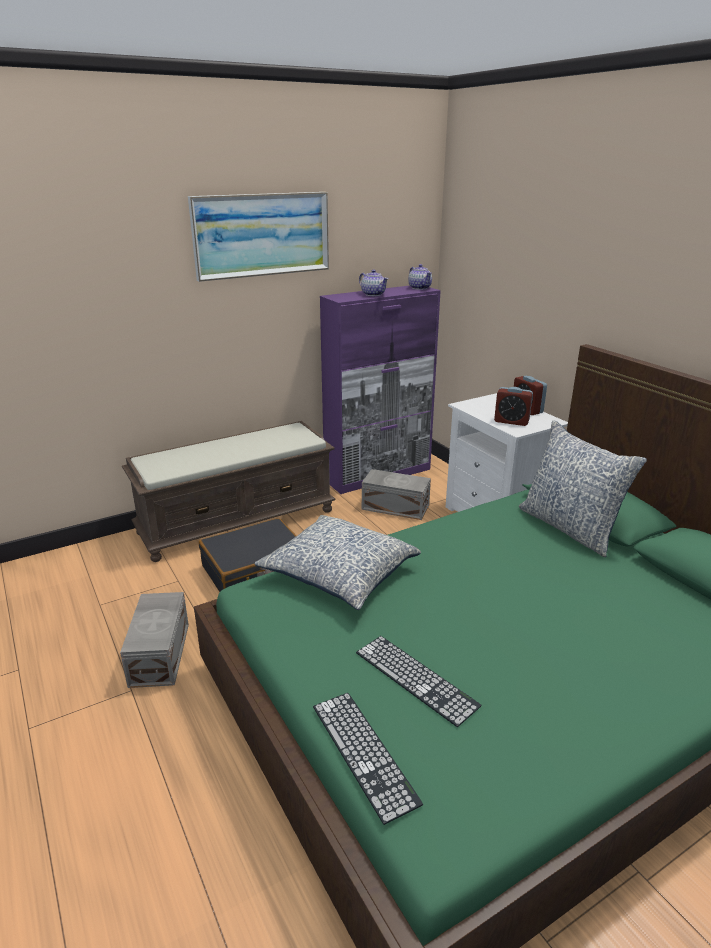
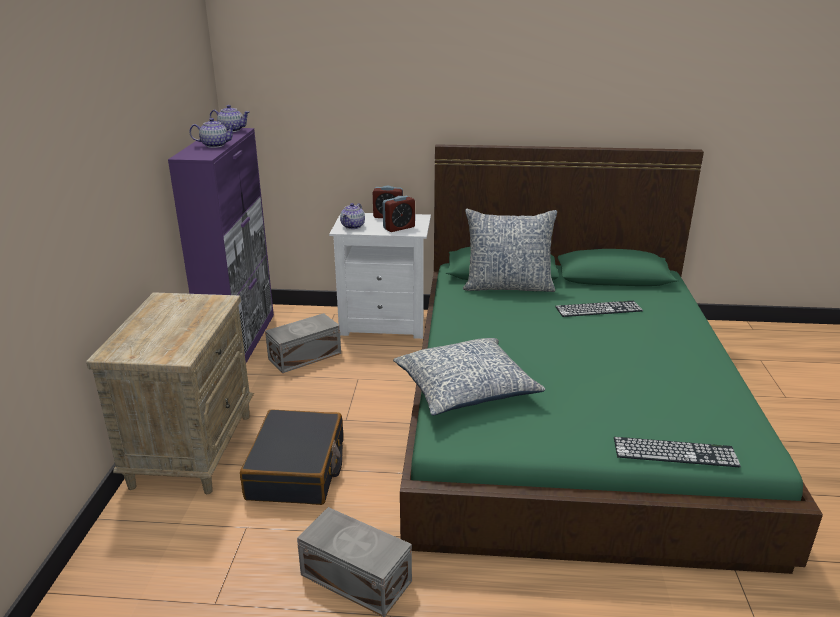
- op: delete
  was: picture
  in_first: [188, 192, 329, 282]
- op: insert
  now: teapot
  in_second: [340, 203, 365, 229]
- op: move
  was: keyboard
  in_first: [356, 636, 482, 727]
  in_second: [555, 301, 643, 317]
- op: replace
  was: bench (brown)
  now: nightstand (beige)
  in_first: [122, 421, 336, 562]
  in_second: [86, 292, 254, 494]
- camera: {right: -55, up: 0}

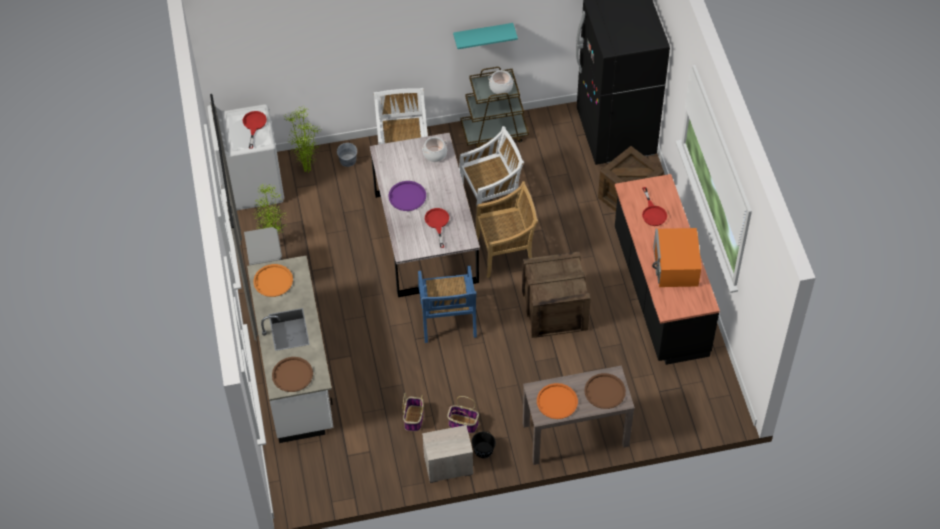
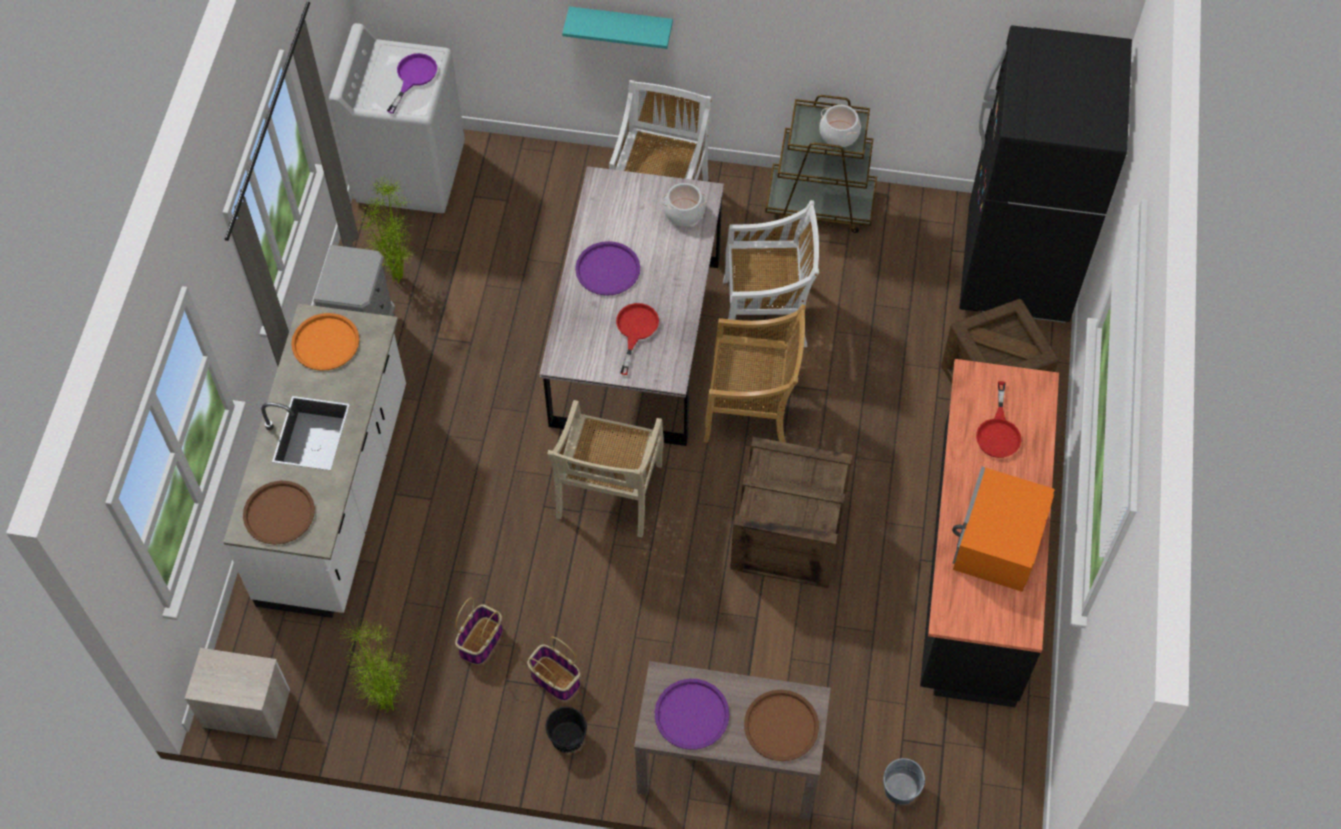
- op: move
  was: potted plant
  in_first: [287, 105, 322, 173]
  in_second: [340, 617, 411, 714]
- op: move
  was: bucket (grey)
  in_first: [337, 143, 357, 167]
  in_second: [883, 758, 925, 805]
- op: move
  was: nightstand
  in_first: [422, 425, 473, 483]
  in_second: [185, 648, 290, 740]
- op: move
  was: shelf (turquoise)
  in_first: [453, 23, 518, 49]
  in_second: [562, 6, 673, 49]
- op: recolor
  was: frying pan (red)
  now: frying pan (purple)
  in_first: [243, 111, 267, 149]
  in_second: [387, 53, 437, 114]
- op: recolor
  was: chair (blue)
  now: chair (beige)
  in_first: [418, 266, 477, 343]
  in_second: [547, 400, 664, 537]
- op: recolor
  was: tray (orange)
  now: tray (purple)
  in_first: [537, 383, 578, 419]
  in_second: [655, 679, 729, 750]
- camera: {right: 20, up: 5}

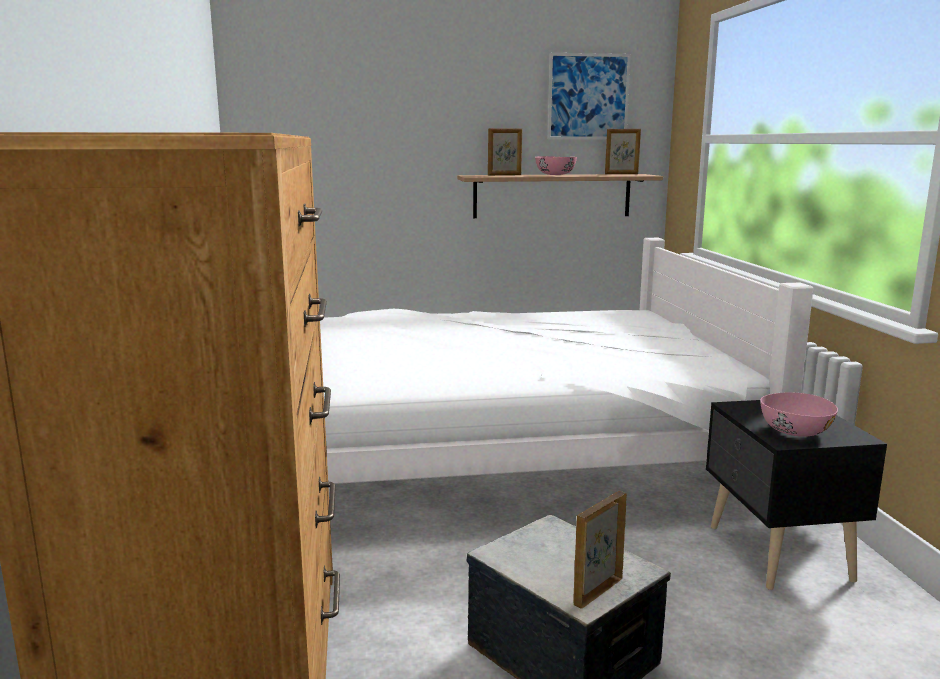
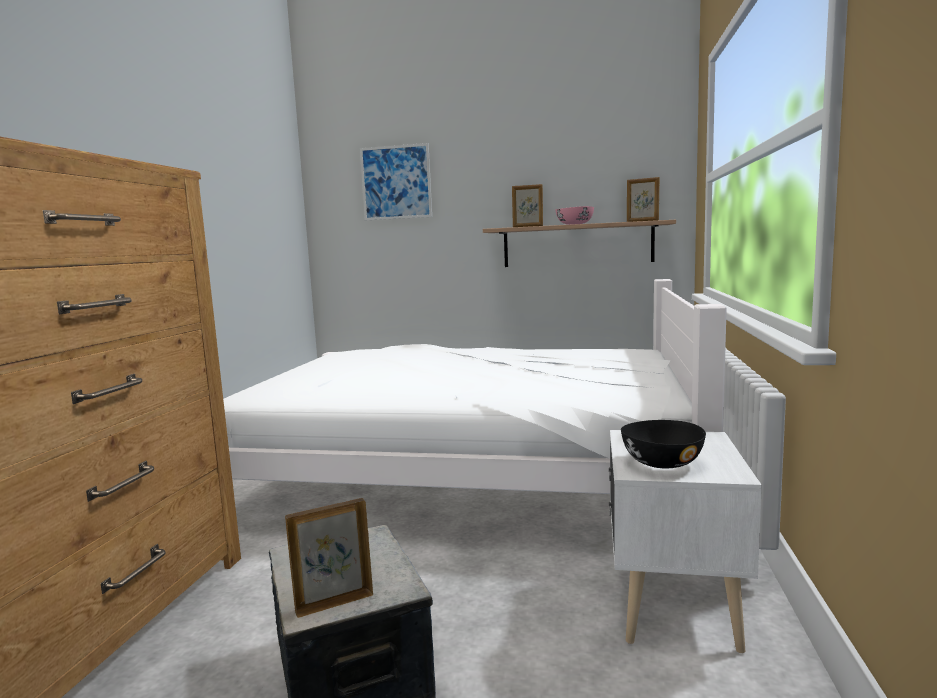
- op: move
  was: picture
  in_first: [548, 53, 631, 139]
  in_second: [360, 143, 432, 220]
- op: recolor
  was: nightstand (black)
  now: nightstand (white)
  in_first: [706, 400, 887, 590]
  in_second: [609, 430, 762, 653]
- op: recolor
  was: bowl (pink)
  now: bowl (black)
  in_first: [760, 392, 838, 437]
  in_second: [621, 420, 706, 468]
- camera: {right: 20, up: -5}

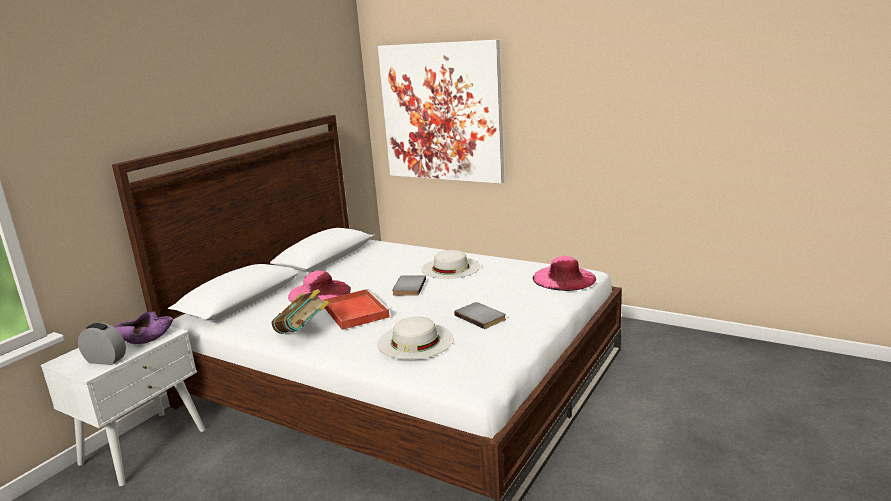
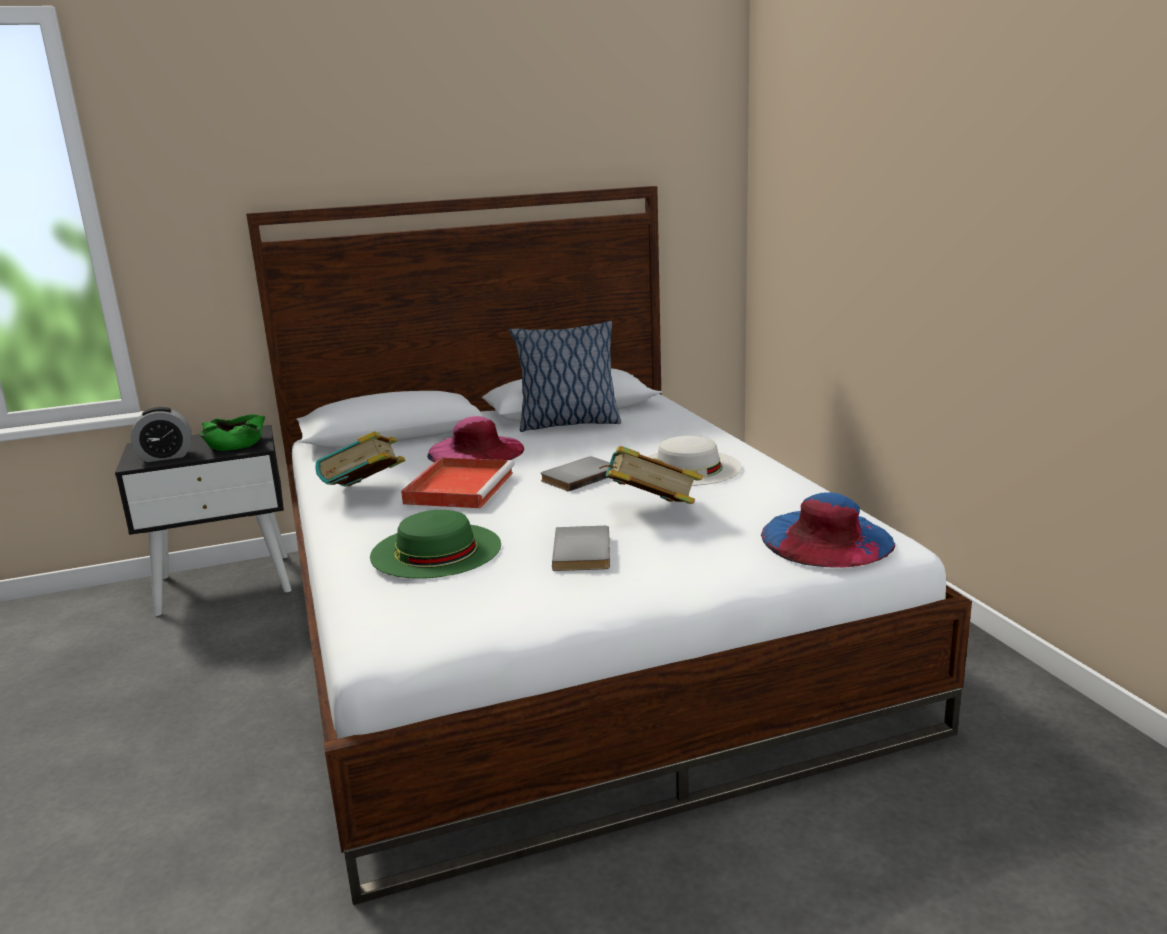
- op: delete
  was: picture
  in_first: [378, 40, 504, 184]
- op: insert
  now: pillow
  in_second: [509, 321, 621, 432]
- op: insert
  now: book
  in_second: [599, 446, 703, 504]
- op: recolor
  was: nightstand (white)
  now: nightstand (black)
  in_first: [41, 326, 206, 486]
  in_second: [115, 425, 291, 616]
- op: recolor
  was: bowl (purple)
  now: bowl (green)
  in_first: [114, 311, 173, 344]
  in_second: [200, 414, 265, 451]
- op: recolor
  was: hat (white)
  now: hat (green)
  in_first: [377, 317, 454, 360]
  in_second: [370, 510, 501, 579]
- op: recolor
  was: hat (pink)
  now: hat (blue)
  in_first: [533, 256, 596, 291]
  in_second: [761, 492, 895, 568]
- op: rotate
  was: alarm clock
  in_first: [78, 323, 126, 365]
  in_second: [131, 407, 192, 462]
  clockwise: 105
- camera: {right: 40, up: 0}

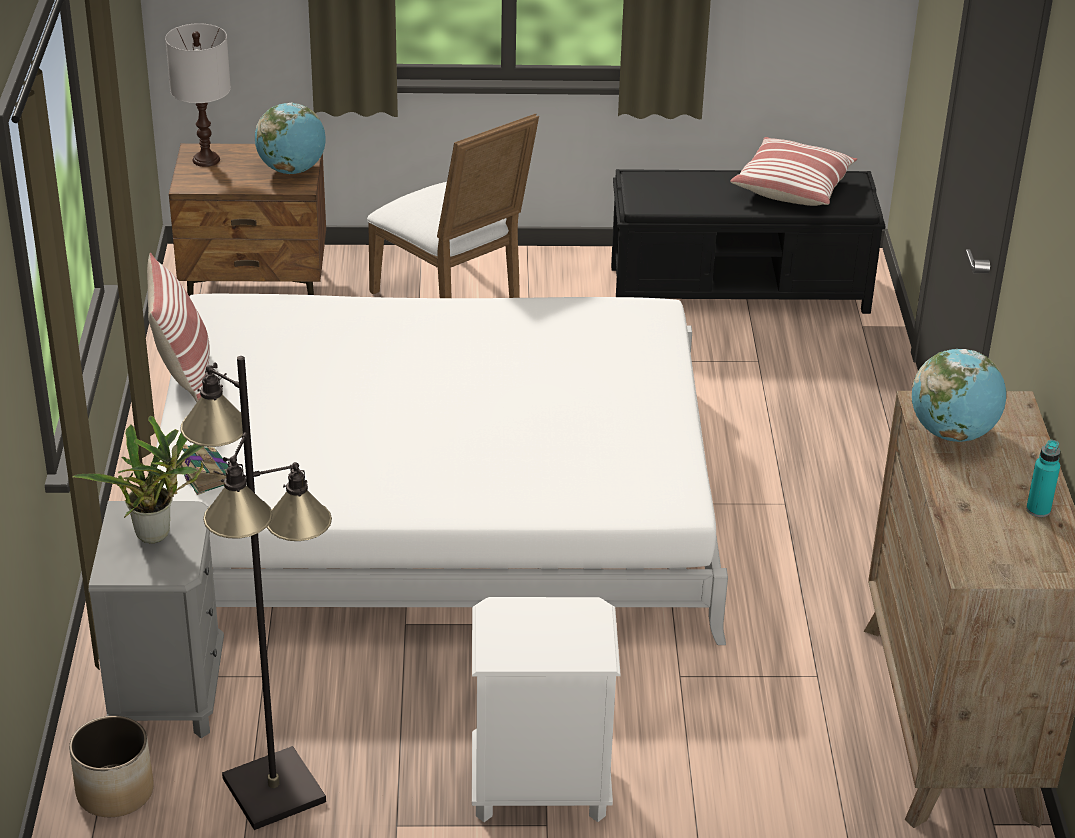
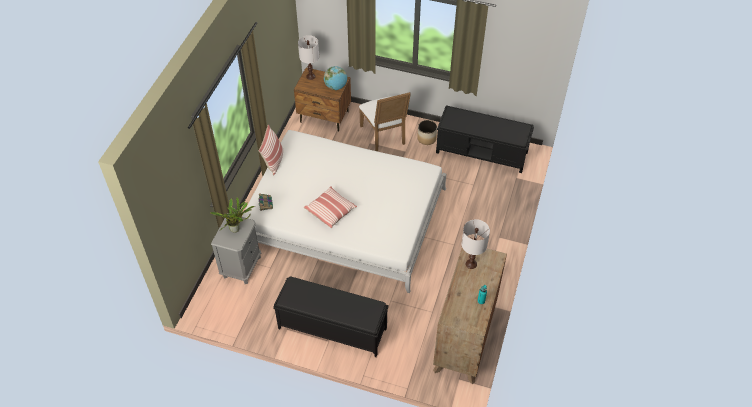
- op: delete
  was: floor lamp (black)
  in_first: [180, 356, 332, 830]
- op: move
  was: planter
  in_first: [69, 716, 154, 817]
  in_second: [417, 120, 437, 145]
- op: move
  was: pillow
  in_first: [730, 137, 857, 206]
  in_second: [304, 186, 357, 228]
- op: replace
  was: nightstand (white)
  now: bench (black)
  in_first: [472, 597, 621, 822]
  in_second: [273, 277, 389, 357]
- op: replace
  was: globe
  now: table lamp (white)
  in_first: [912, 349, 1006, 442]
  in_second: [462, 219, 490, 269]
- camera: {right: 20, up: 15}

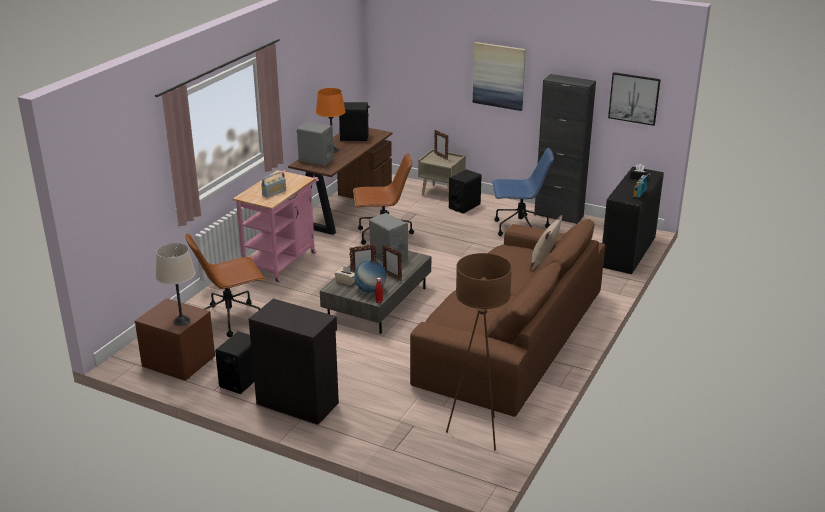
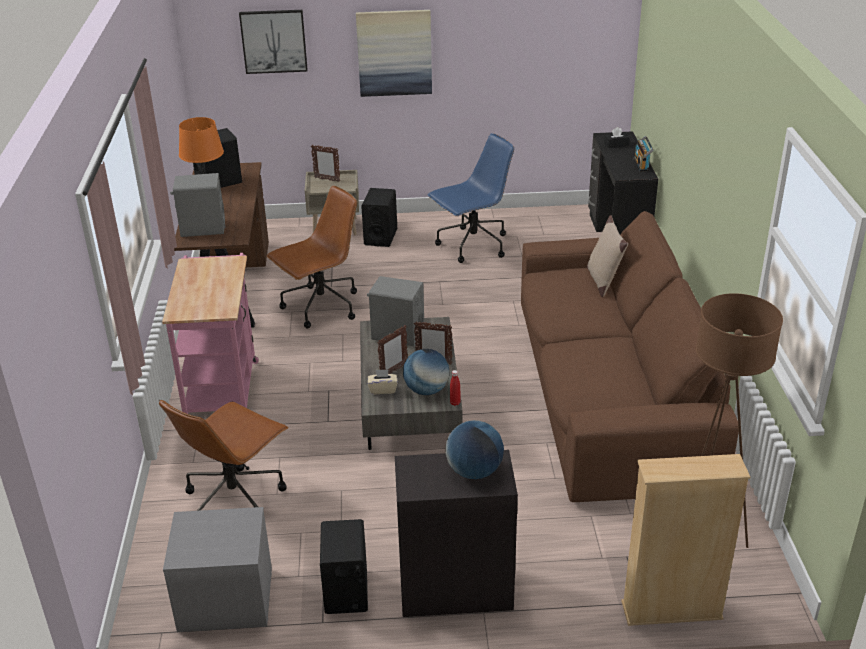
- op: delete
  was: table lamp (beige)
  in_first: [155, 243, 196, 326]
- op: delete
  was: radio
  in_first: [261, 172, 286, 198]
- op: delete
  was: cabinet (black)
  in_first: [534, 74, 596, 224]
- op: insert
  now: globe
  in_second: [445, 420, 504, 479]
- op: insert
  now: bookcase (beige)
  in_second: [621, 454, 750, 626]
- op: move
  was: picture
  in_first: [608, 72, 661, 126]
  in_second: [239, 10, 308, 74]
- op: recolor
  was: nightstand (brown)
  now: nightstand (grey)
  in_first: [135, 298, 215, 381]
  in_second: [163, 507, 272, 632]
- camera: {right: -30, up: 5}

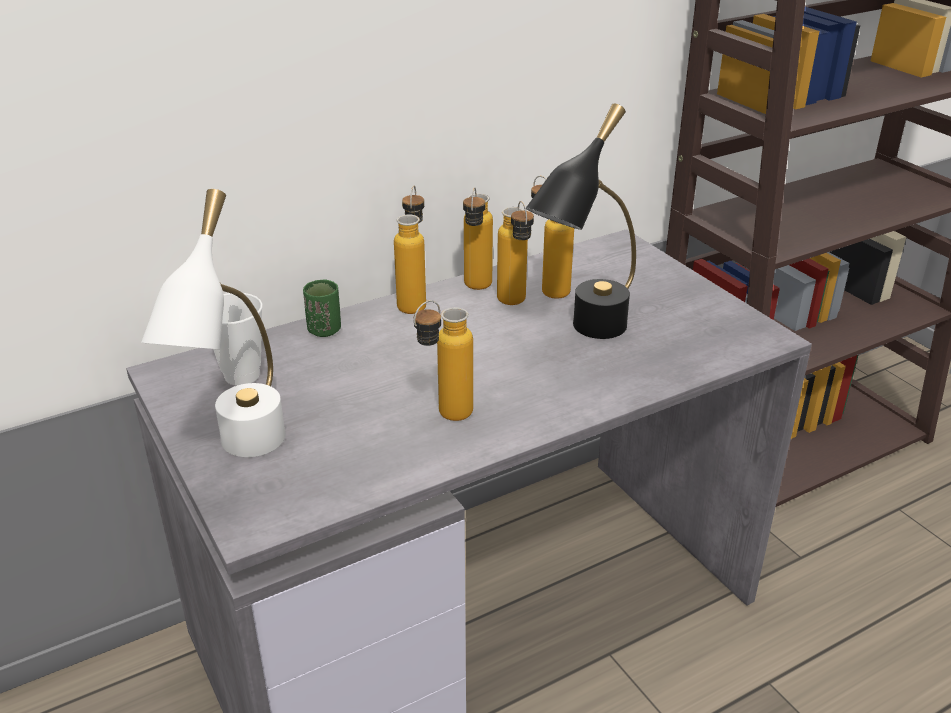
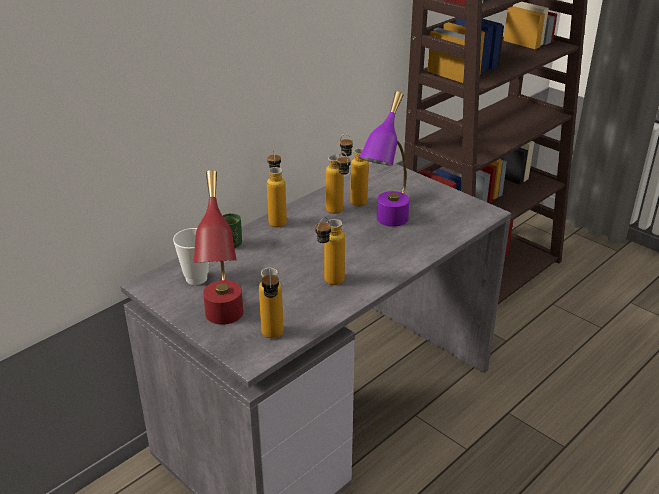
- op: move
  was: bottle
  in_first: [463, 187, 493, 290]
  in_second: [259, 268, 283, 338]
- op: recolor
  was: table lamp (white)
  now: table lamp (red)
  in_first: [141, 189, 286, 457]
  in_second: [193, 170, 244, 325]
- op: recolor
  was: table lamp (black)
  now: table lamp (purple)
  in_first: [526, 103, 636, 339]
  in_second: [359, 91, 409, 227]
- camera: {right: -15, up: 0}

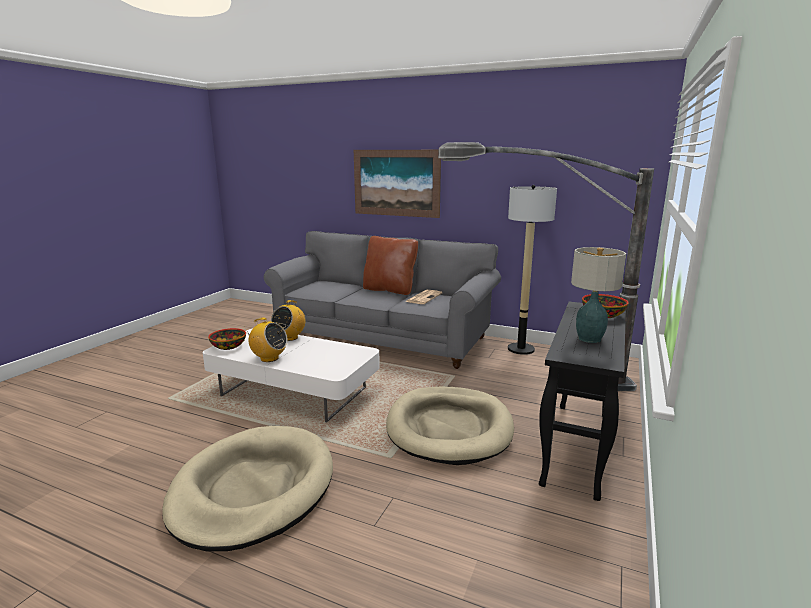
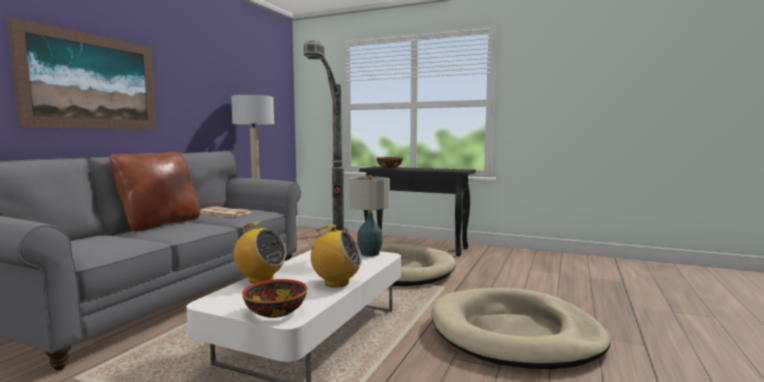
- op: move
  was: table lamp
  in_first: [571, 247, 626, 343]
  in_second: [350, 175, 390, 257]
- op: rotate
  was: radio
  in_first: [246, 318, 287, 362]
  in_second: [305, 225, 362, 287]
  clockwise: 75
- camera: {right: -90, up: -10}

